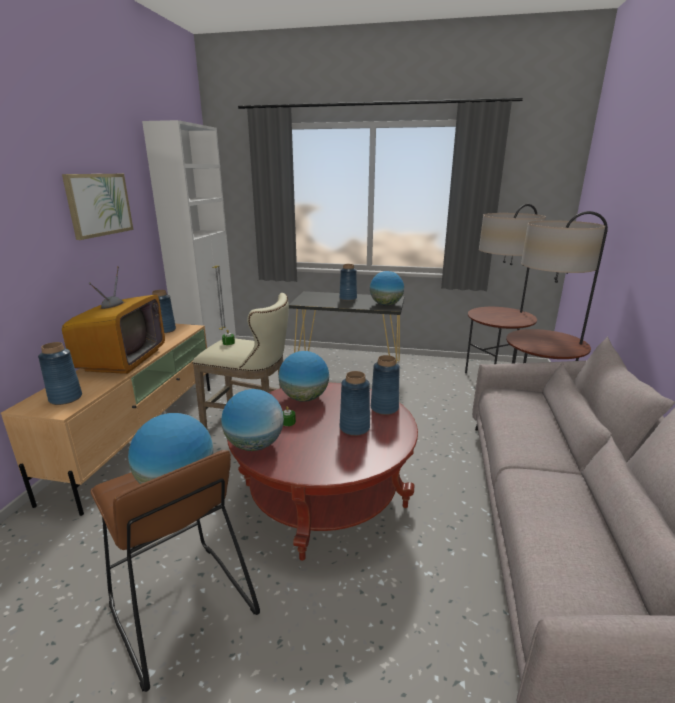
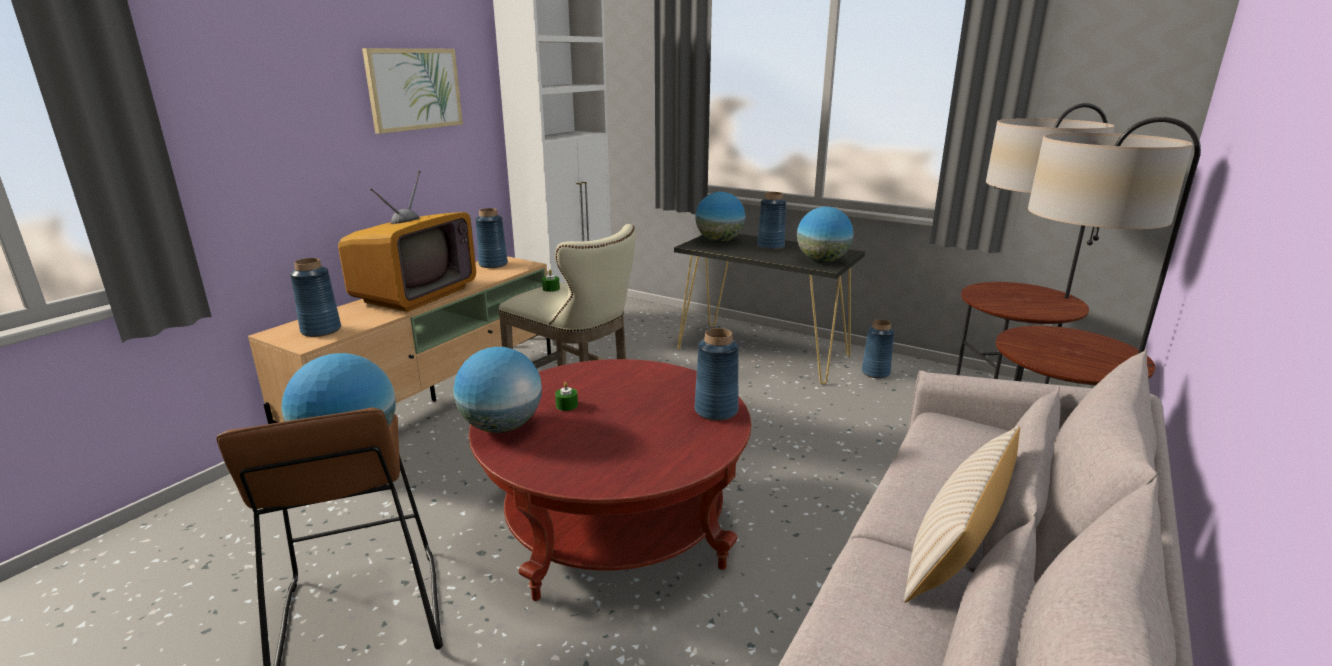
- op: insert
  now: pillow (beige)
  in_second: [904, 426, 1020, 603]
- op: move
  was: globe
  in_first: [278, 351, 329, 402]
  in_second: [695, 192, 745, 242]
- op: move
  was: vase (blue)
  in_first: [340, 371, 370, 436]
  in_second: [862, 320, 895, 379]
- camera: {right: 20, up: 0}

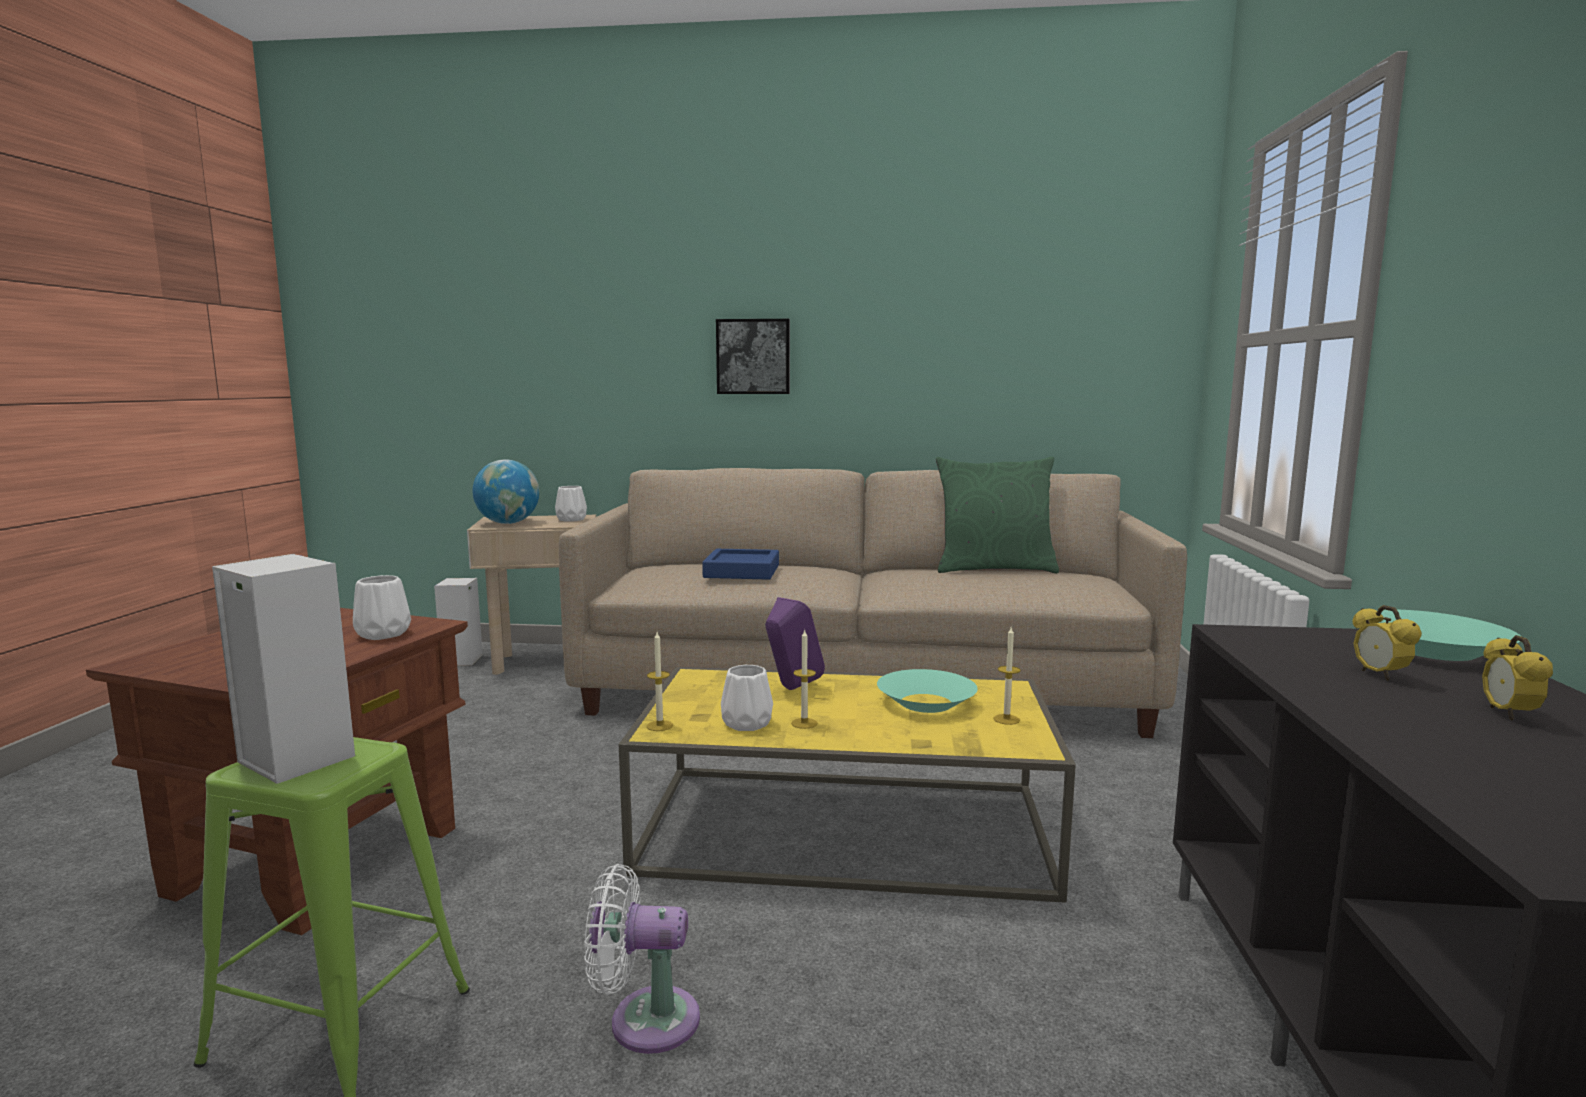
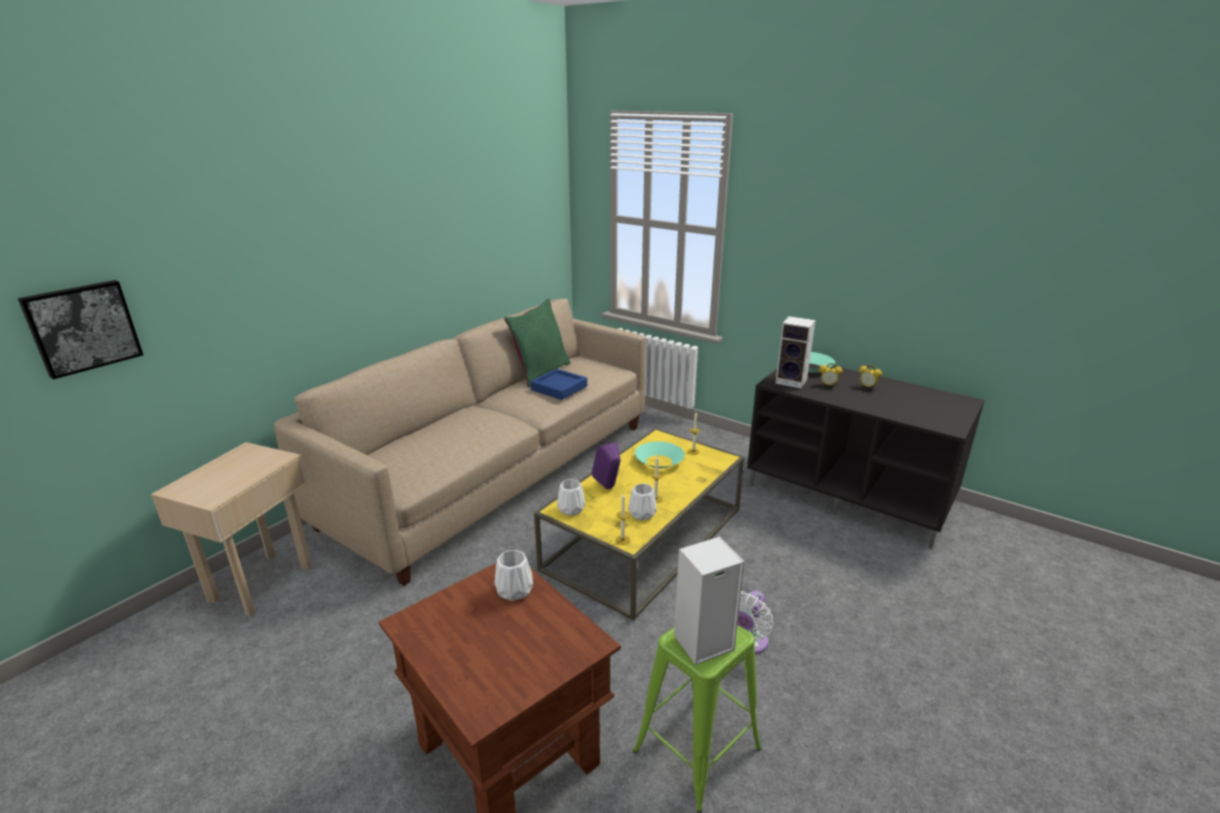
- op: delete
  was: globe
  in_first: [472, 459, 540, 524]
- op: move
  was: speaker
  in_first: [434, 578, 483, 666]
  in_second: [775, 316, 816, 389]
- op: move
  was: vase (white)
  in_first: [555, 486, 587, 522]
  in_second: [557, 479, 585, 516]
- op: move
  was: tray (blue)
  in_first: [702, 549, 779, 580]
  in_second: [530, 369, 587, 400]
- op: move
  was: picture
  in_first: [716, 319, 790, 394]
  in_second: [18, 280, 143, 379]
- camera: {right: -60, up: 15}

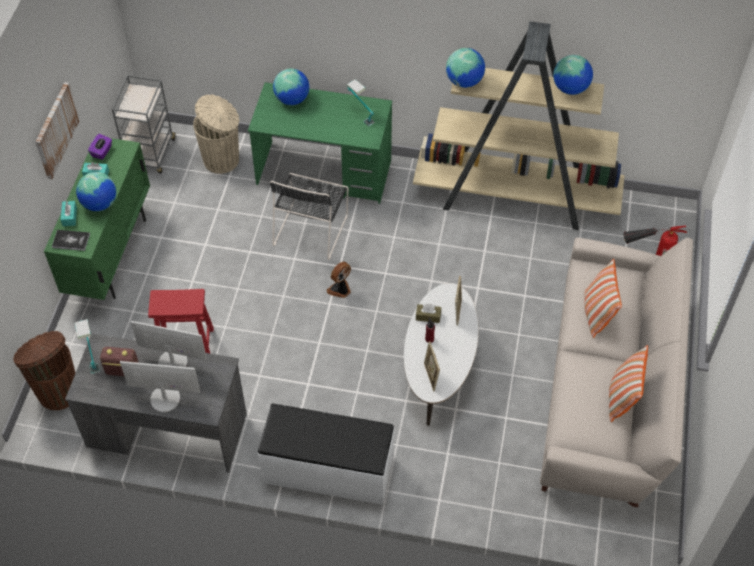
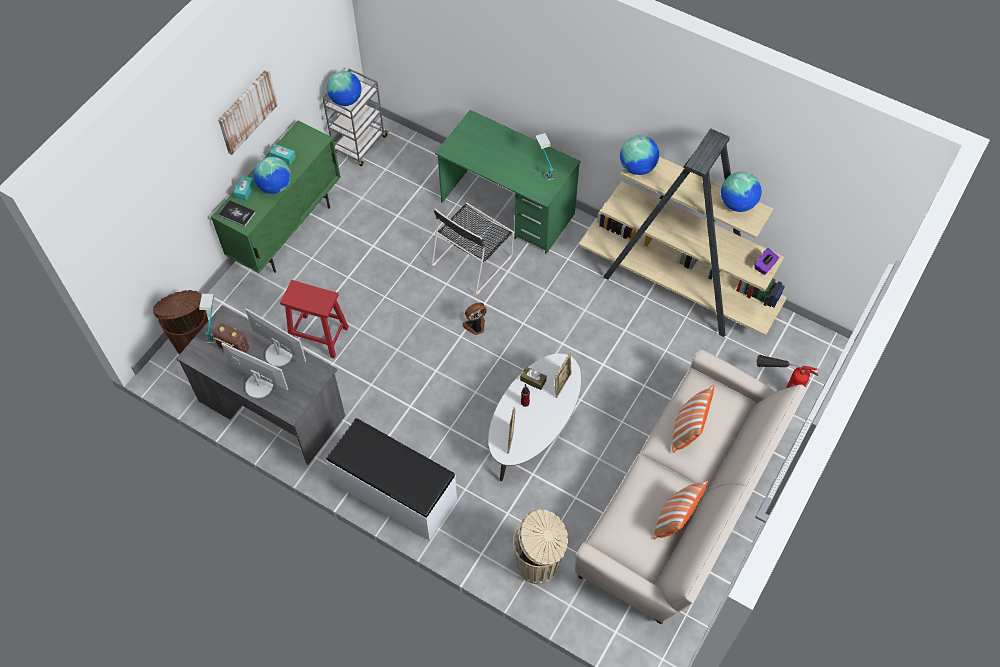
- op: move
  was: tissue box (purple)
  in_first: [88, 134, 112, 160]
  in_second: [754, 248, 779, 275]
- op: move
  was: trash can (beige)
  in_first: [193, 94, 239, 174]
  in_second: [513, 510, 568, 584]
- op: move
  was: globe
  in_first: [273, 69, 309, 105]
  in_second: [327, 71, 362, 106]
- camera: {right: 20, up: 5}

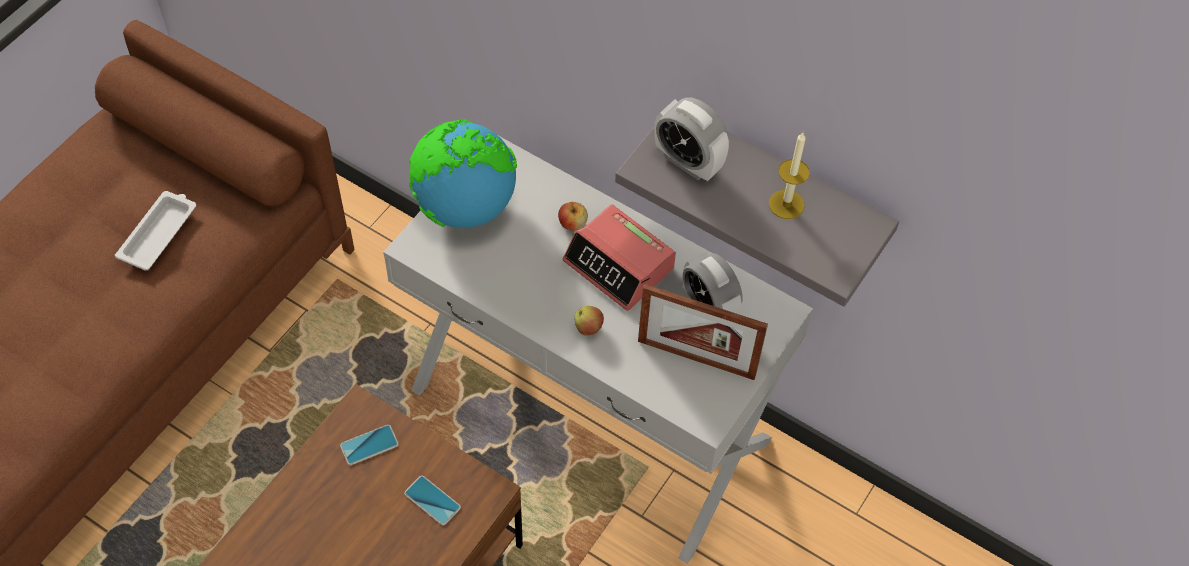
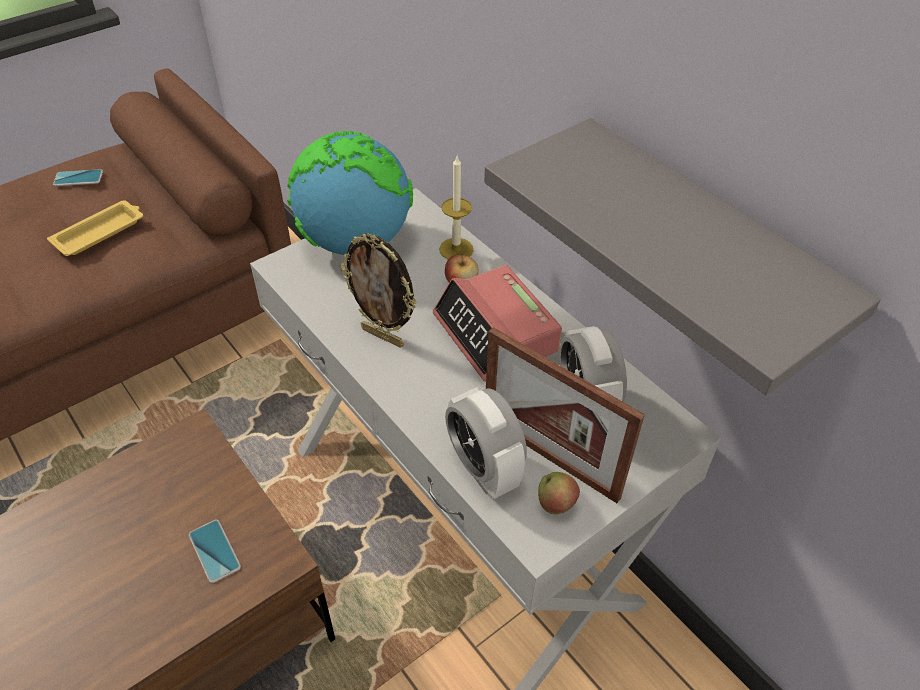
- op: insert
  now: picture frame
  in_second: [339, 234, 417, 348]
- op: move
  was: phone
  in_first: [340, 425, 399, 465]
  in_second: [53, 169, 103, 186]
- op: move
  was: apple
  in_first: [575, 306, 604, 336]
  in_second: [538, 472, 580, 514]
- op: move
  was: alarm clock
  in_first: [655, 97, 729, 181]
  in_second: [445, 387, 527, 499]
- op: move
  was: candle
  in_first: [769, 133, 810, 219]
  in_second: [439, 156, 473, 259]
- op: recolor
  was: tray (white)
  now: tray (yellow)
  in_first: [115, 191, 196, 271]
  in_second: [47, 200, 143, 256]
- camera: {right: 20, up: -10}

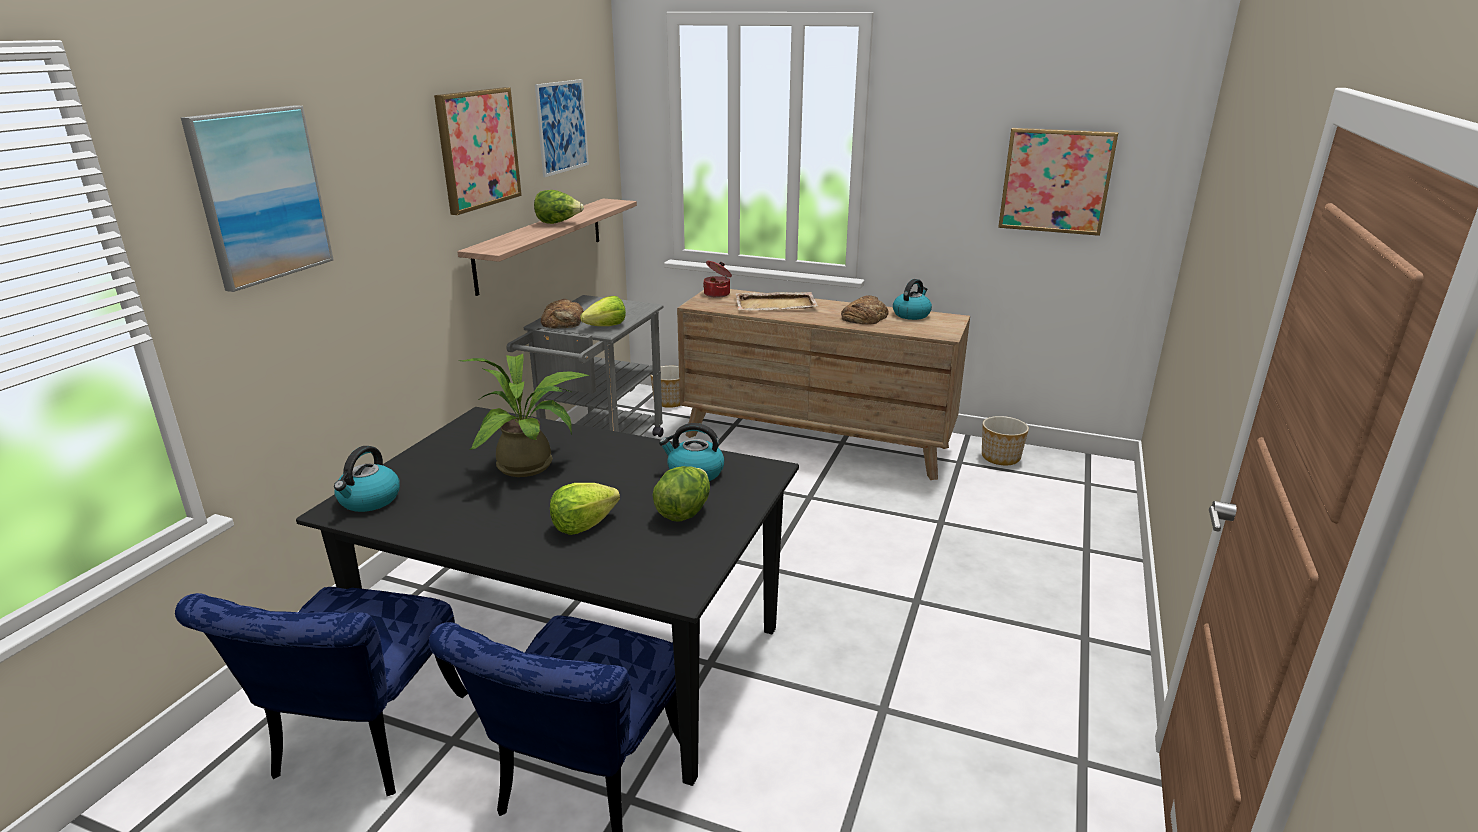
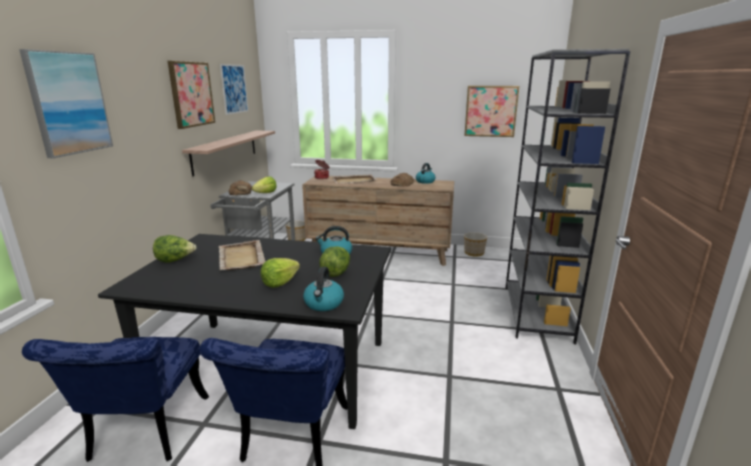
- op: insert
  now: bookcase (grey)
  in_second: [506, 49, 630, 344]
- op: move
  was: kettle
  in_first: [334, 446, 400, 512]
  in_second: [303, 267, 344, 311]
- op: move
  was: lettuce
  in_first: [534, 190, 584, 224]
  in_second: [153, 235, 197, 263]
- op: replace
  was: potted plant
  now: tray (beige)
  in_first: [459, 354, 589, 477]
  in_second: [218, 240, 265, 270]
- camera: {right: -10, up: -5}

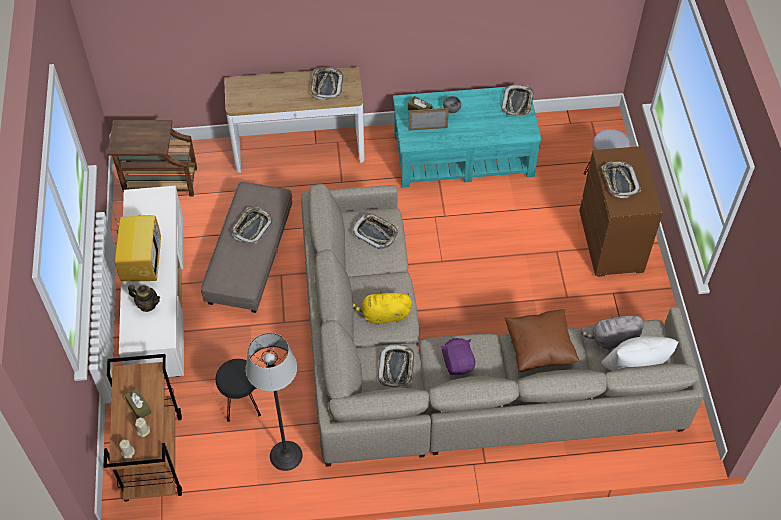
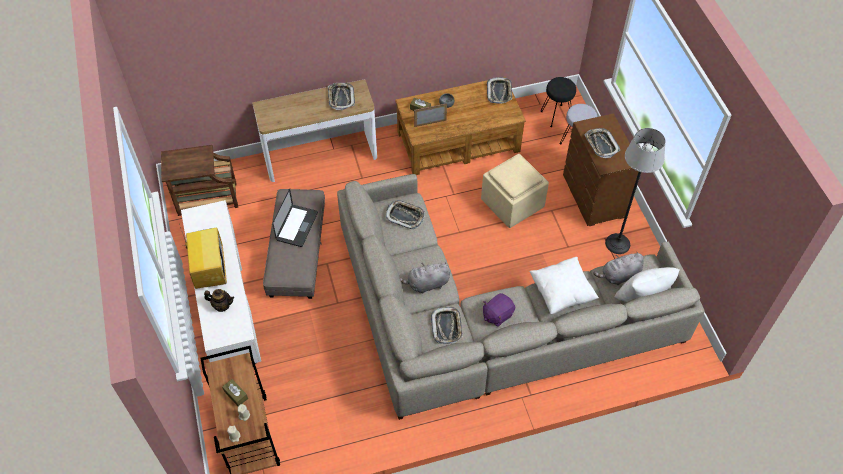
- op: insert
  now: ottoman (beige)
  in_second: [481, 154, 549, 228]
- op: move
  was: stool (black)
  in_first: [216, 359, 261, 422]
  in_second: [541, 77, 576, 127]
- op: move
  was: floor lamp
  in_first: [246, 333, 303, 471]
  in_second: [605, 128, 666, 254]
- op: replace
  was: tray
  now: laptop
  in_first: [231, 207, 273, 243]
  in_second: [272, 189, 318, 247]
- op: recolor
  was: plush toy (yellow)
  now: plush toy (grey)
  in_first: [353, 289, 412, 325]
  in_second: [400, 262, 450, 293]
- op: recolor
  was: coffee table (turquoise)
  now: coffee table (brown)
  in_first: [393, 85, 542, 188]
  in_second: [395, 77, 526, 175]
- op: recolor
  was: pillow (brown)
  now: pillow (white)
  in_first: [505, 309, 580, 372]
  in_second: [530, 257, 599, 314]
- op: rotate
  was: plush toy (purple)
  in_first: [441, 338, 475, 375]
  in_second: [483, 293, 515, 327]
  clockwise: -105
- camera: {right: -10, up: 0}

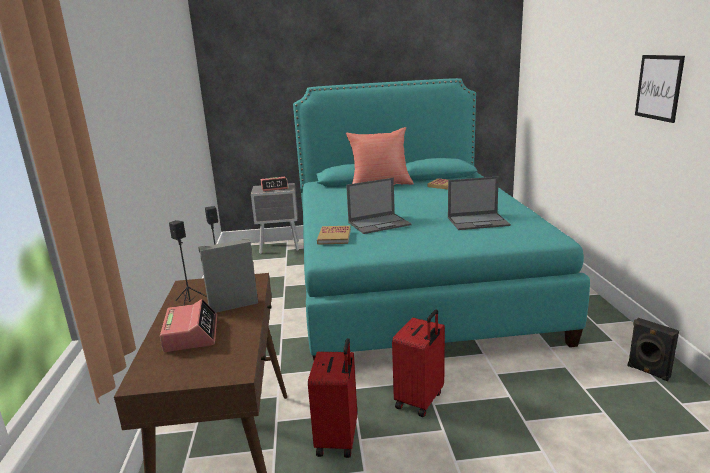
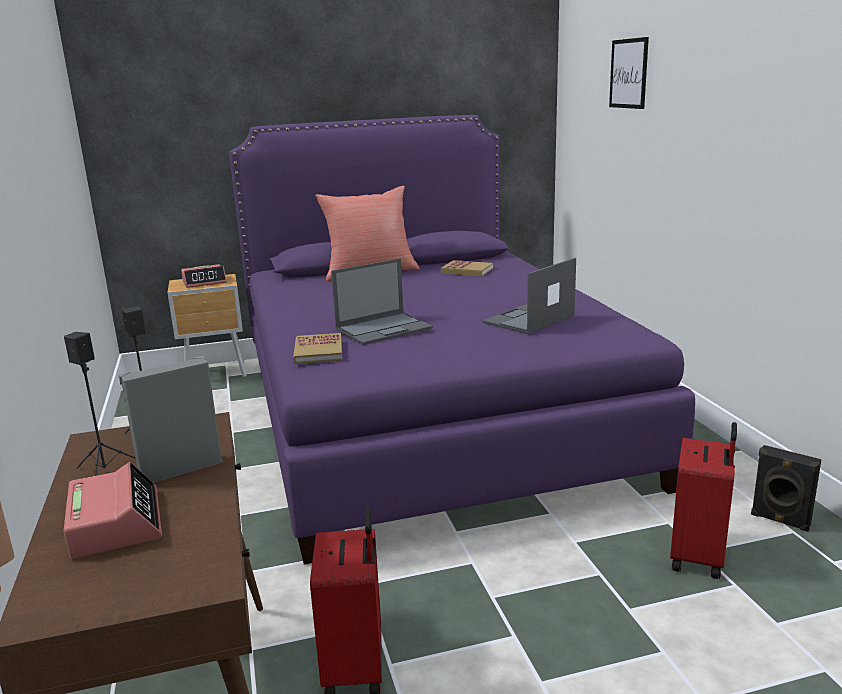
- op: move
  was: suitcase (red)
  in_first: [392, 310, 445, 417]
  in_second: [670, 422, 737, 579]
- op: move
  was: picture
  in_first: [635, 55, 685, 123]
  in_second: [609, 37, 649, 109]
- op: recolor
  was: nightstand (grey)
  now: nightstand (brown)
  in_first: [251, 183, 299, 254]
  in_second: [168, 274, 247, 377]
- op: recolor
  was: bed (turquoise)
  now: bed (purple)
  in_first: [293, 78, 590, 360]
  in_second: [229, 115, 695, 564]
- op: rotate
  was: laptop
  in_first: [448, 176, 511, 230]
  in_second: [483, 258, 576, 334]
  clockwise: 150
- camera: {right: -10, up: 0}

